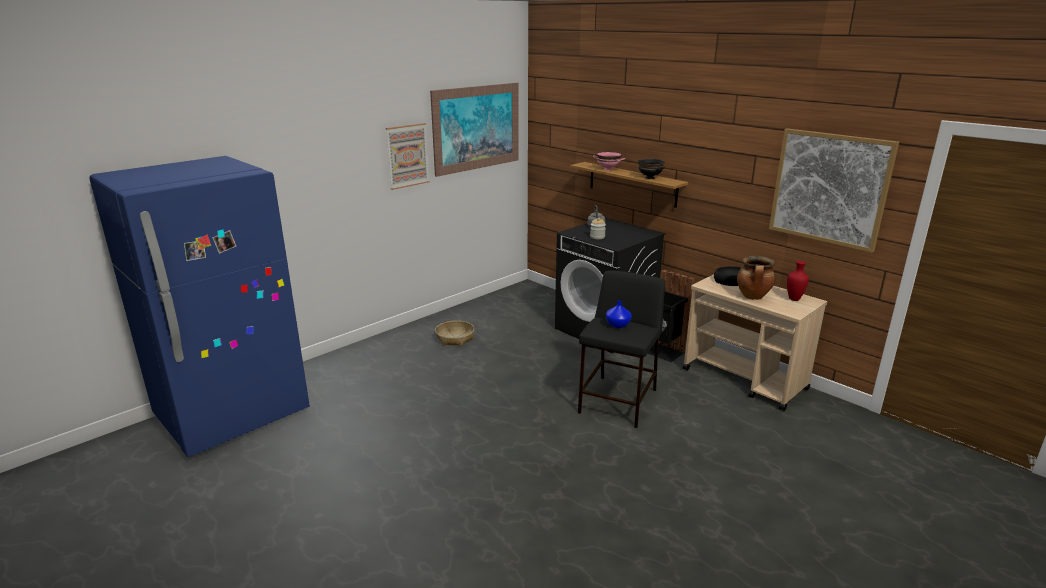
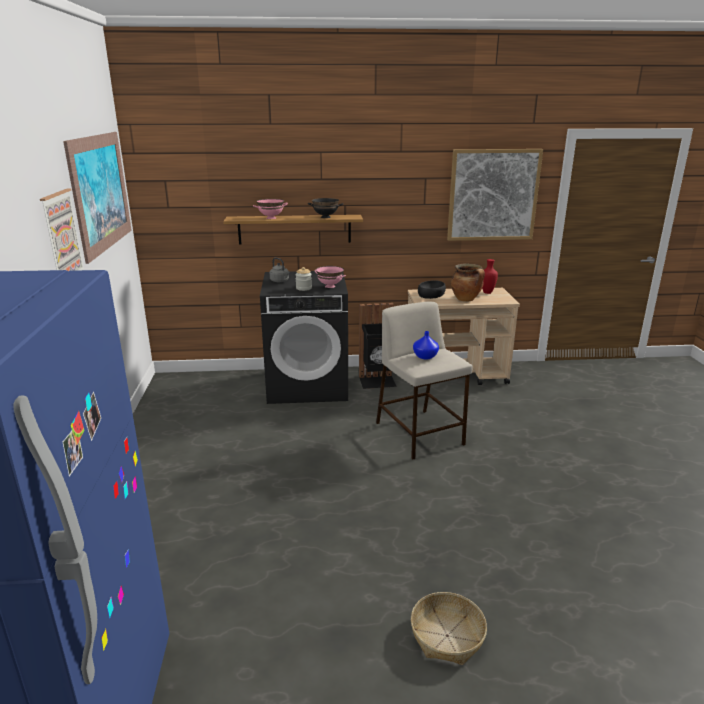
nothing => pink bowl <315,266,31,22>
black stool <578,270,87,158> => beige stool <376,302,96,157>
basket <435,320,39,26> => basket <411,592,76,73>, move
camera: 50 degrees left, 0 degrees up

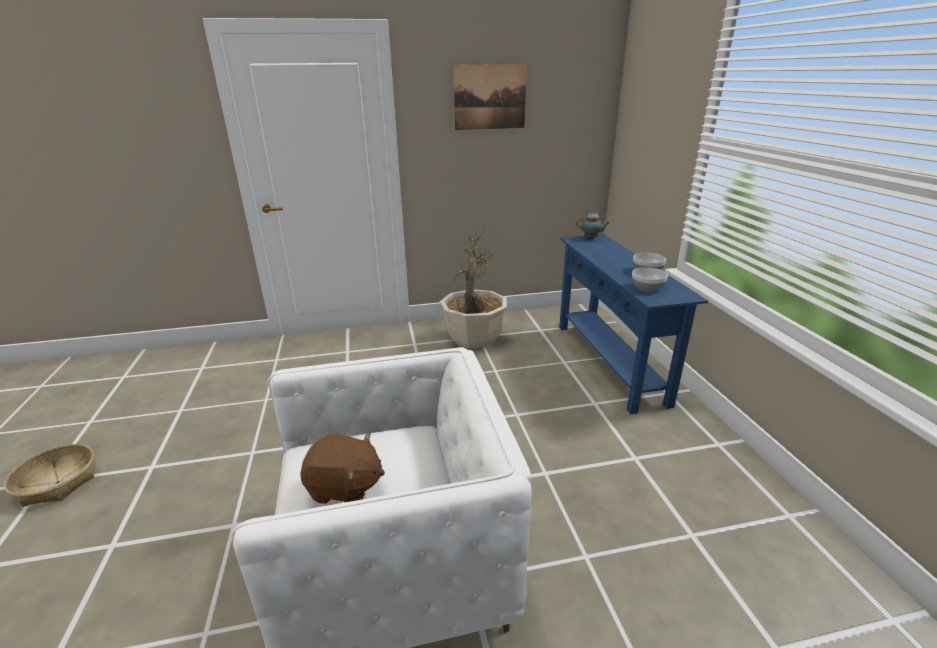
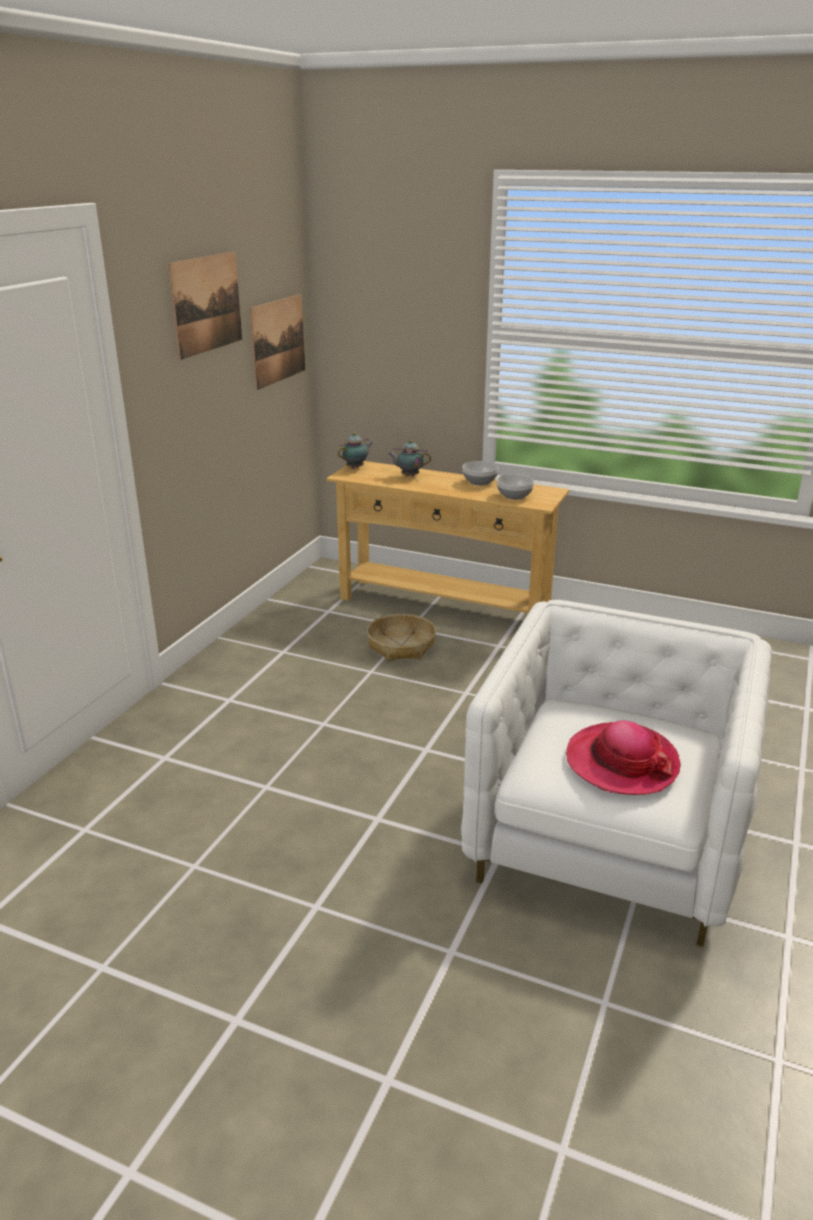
nothing => picture <250,294,55,96>
blue console table <559,234,149,180> => beige console table <326,461,244,152>
basket <4,444,91,63> => basket <367,614,69,47>, move
nothing => teapot <388,440,43,37>
brown plush toy <300,433,85,71> => hat <566,721,115,74>
potted plant <440,228,67,121> => nothing
camera: 55 degrees left, 0 degrees up

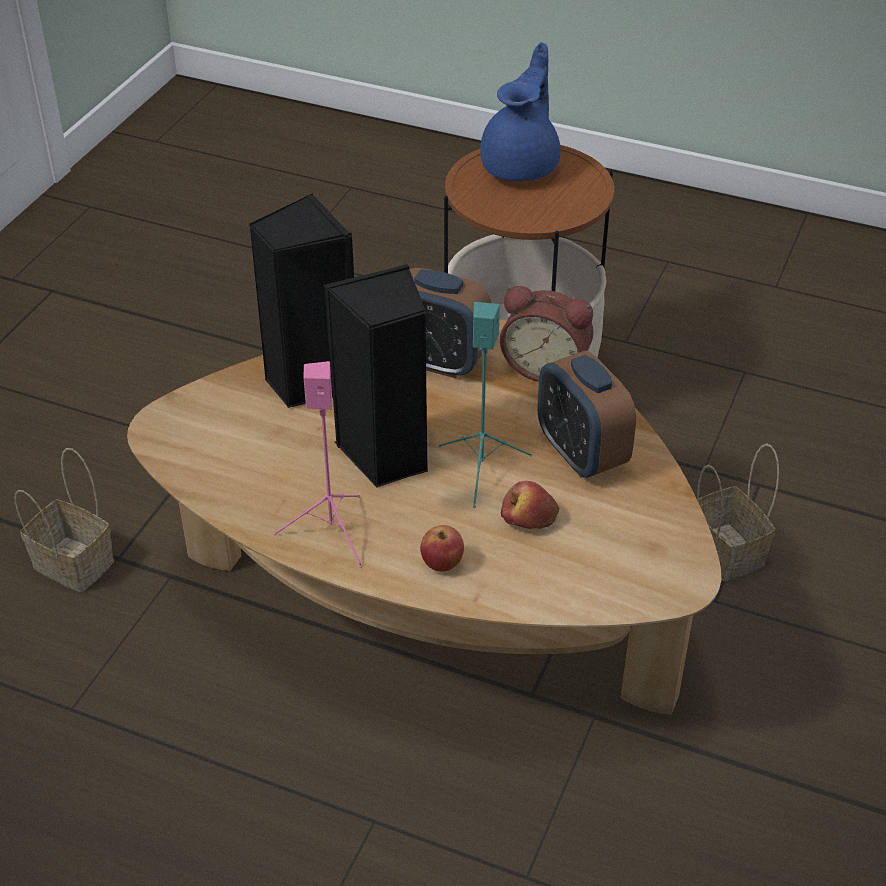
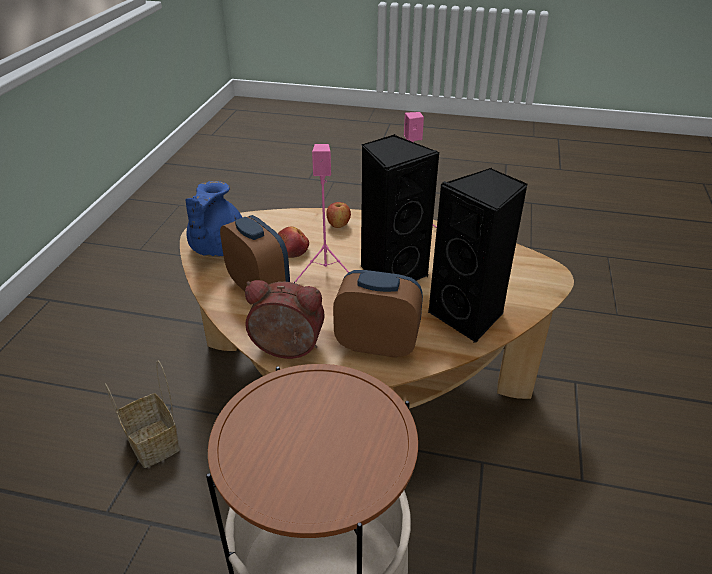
blue teapot <480,42,81,139> => blue teapot <186,181,57,76>, move
turquoise speaker <438,302,94,206> => pink speaker <294,144,55,139>
basket <14,448,100,144> => nothing
camera: 170 degrees right, 5 degrees down

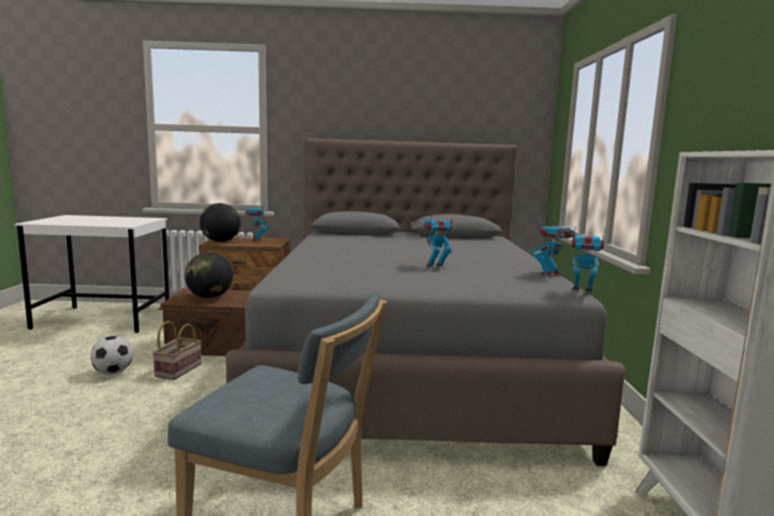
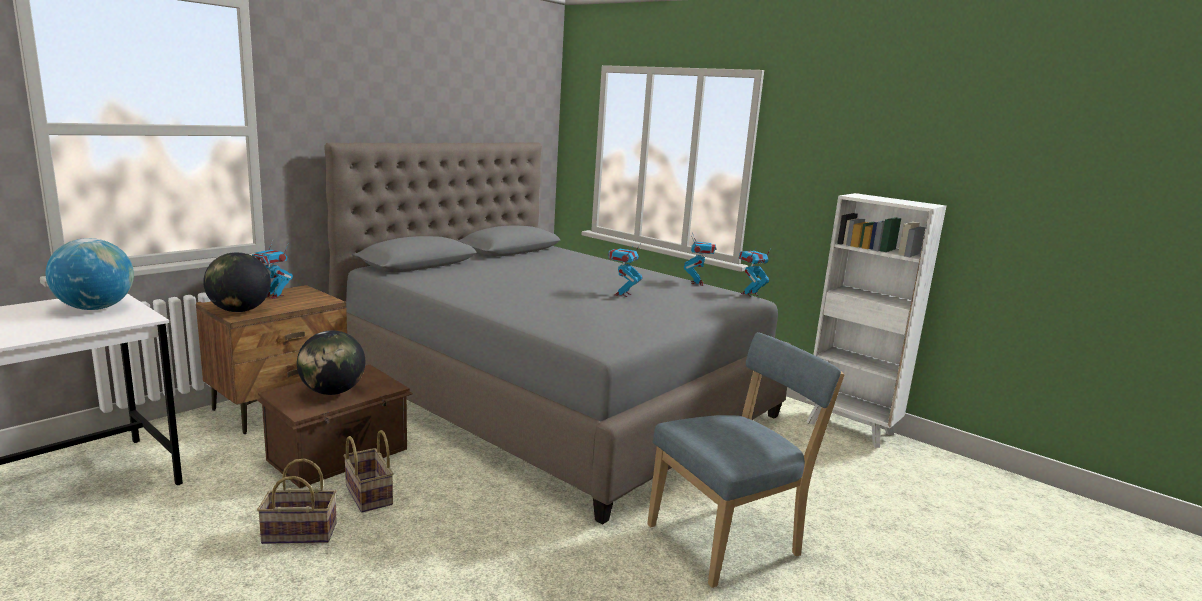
nothing => globe <45,238,89,72>
football <90,336,43,39> => basket <257,458,80,86>
camera: 50 degrees left, 5 degrees up

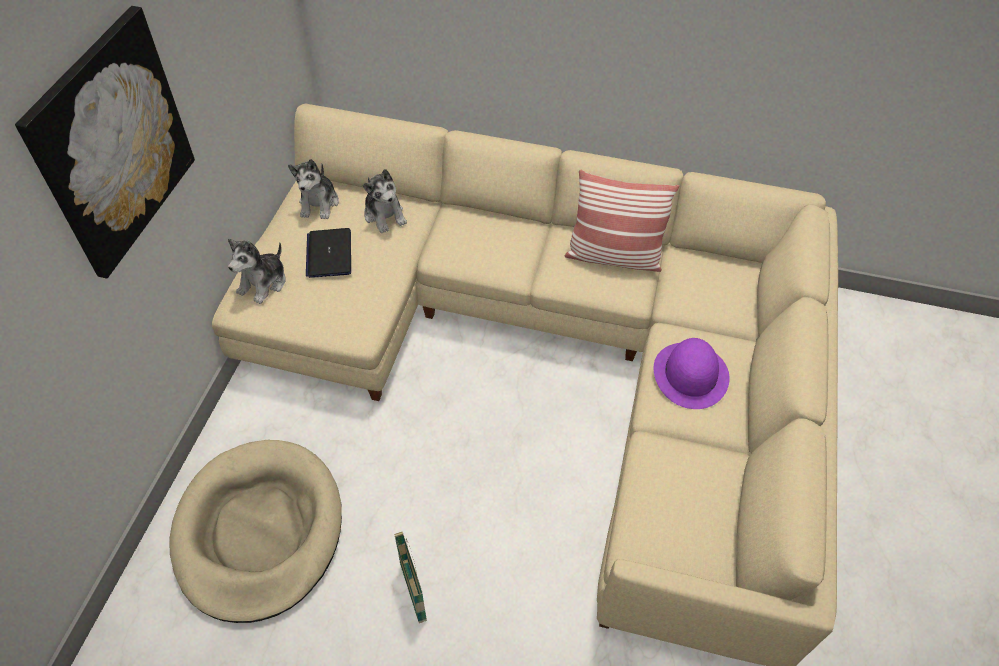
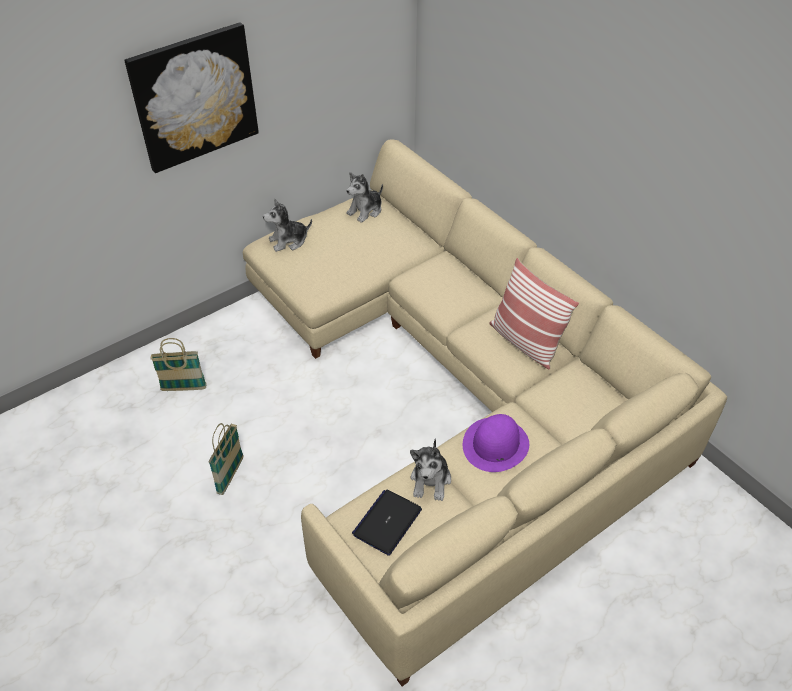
beige dog bed <169,440,173,183> => basket <150,338,57,53>
laptop <306,228,45,50> => laptop <352,490,70,66>, move
plush toy <363,169,44,64> => plush toy <410,438,41,63>, move
camera: 40 degrees right, 5 degrees down

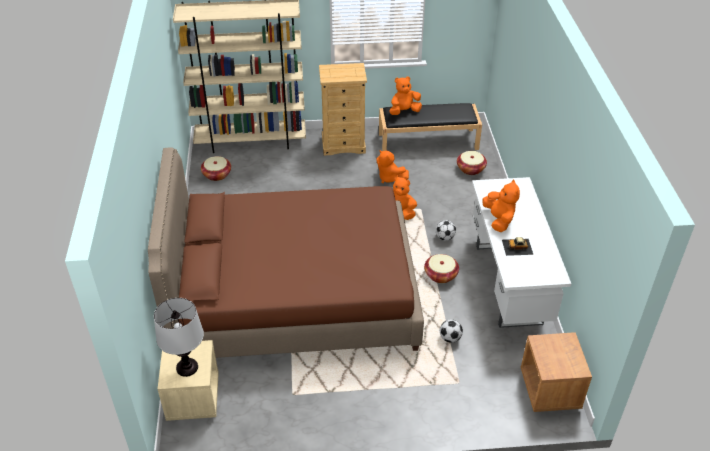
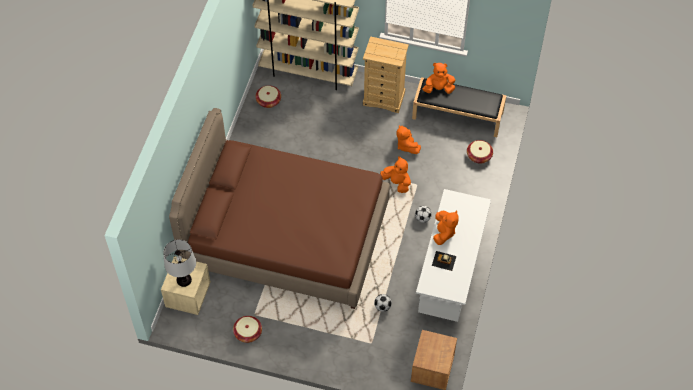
basket <424,254,35,29> => basket <233,316,29,27>, move
camera: 20 degrees right, 15 degrees up

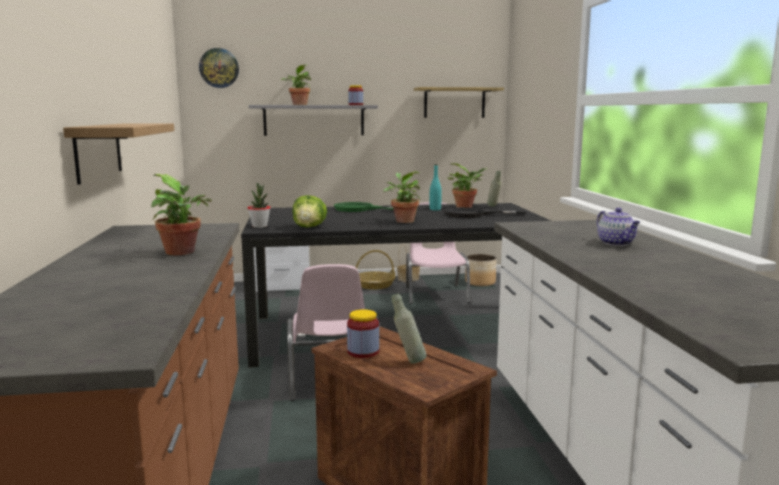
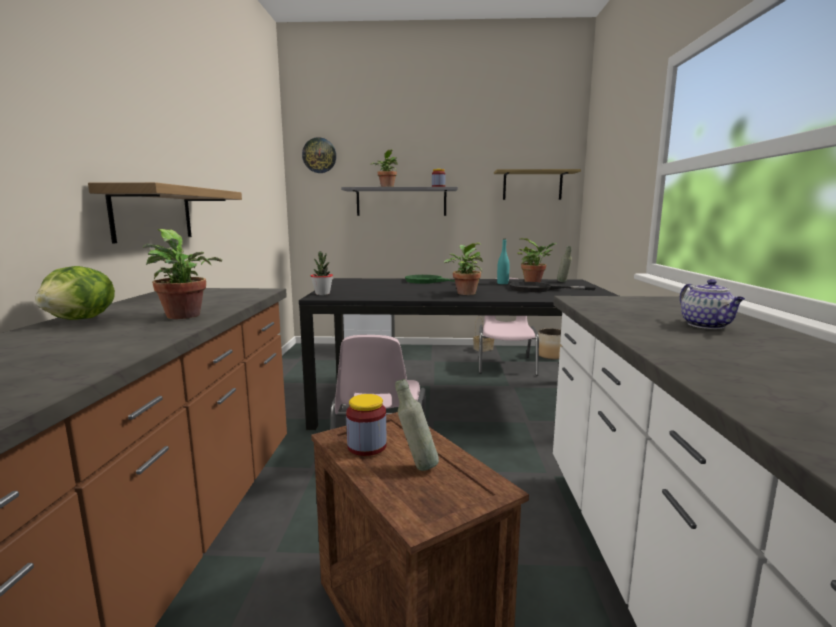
lettuce <292,195,35,32> => lettuce <35,266,80,54>, move
basket <356,250,39,39> => nothing
camera: 10 degrees right, 0 degrees up

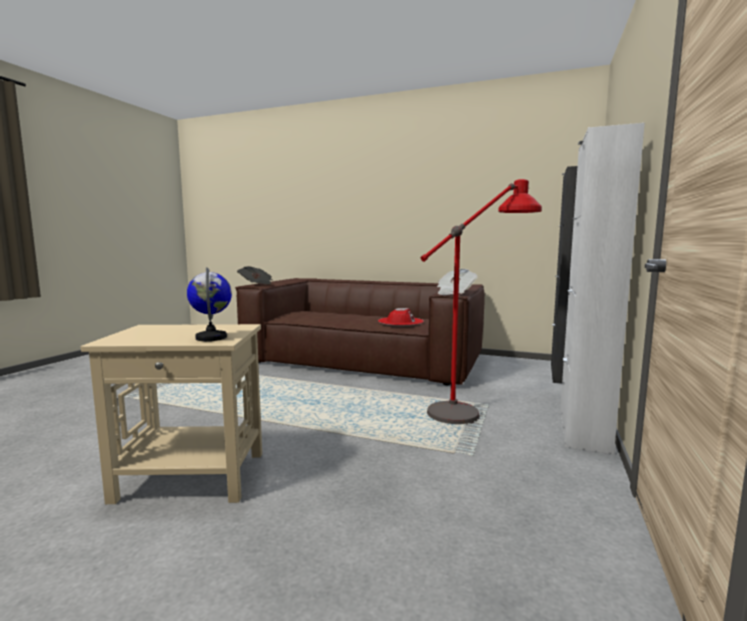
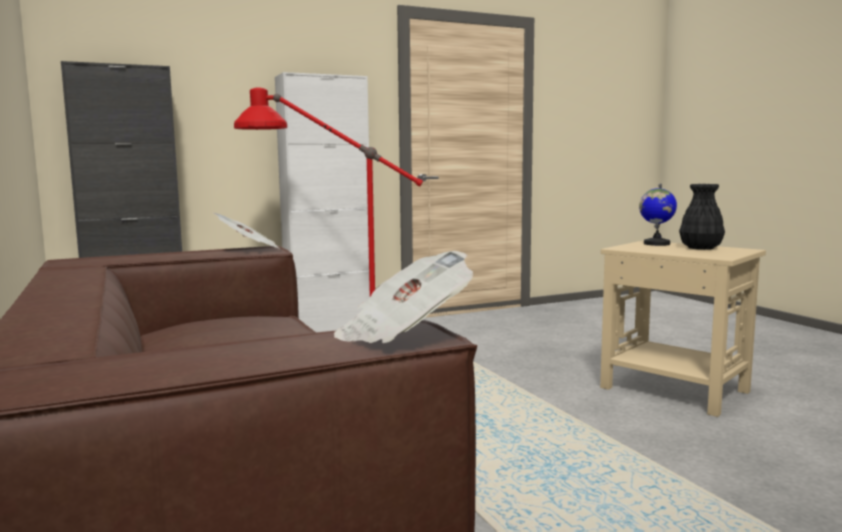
nothing => black vase <679,184,46,66>
red hat <378,308,46,18> => nothing
camera: 135 degrees left, 0 degrees up

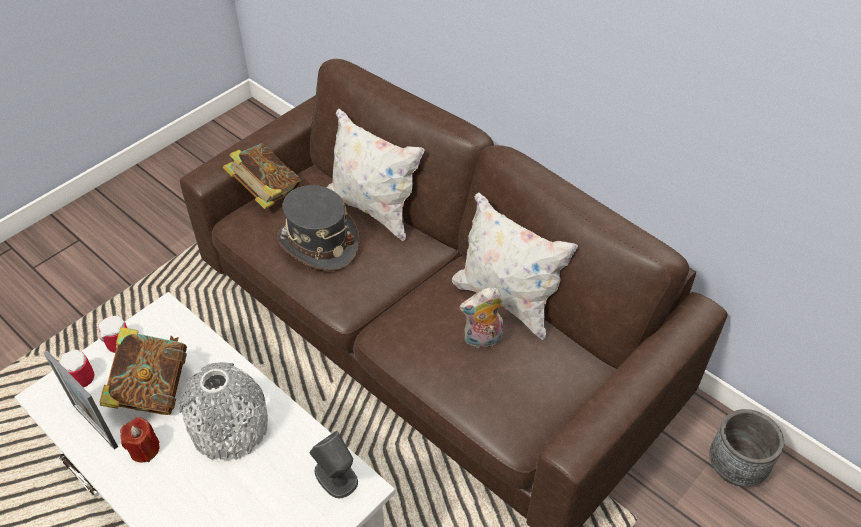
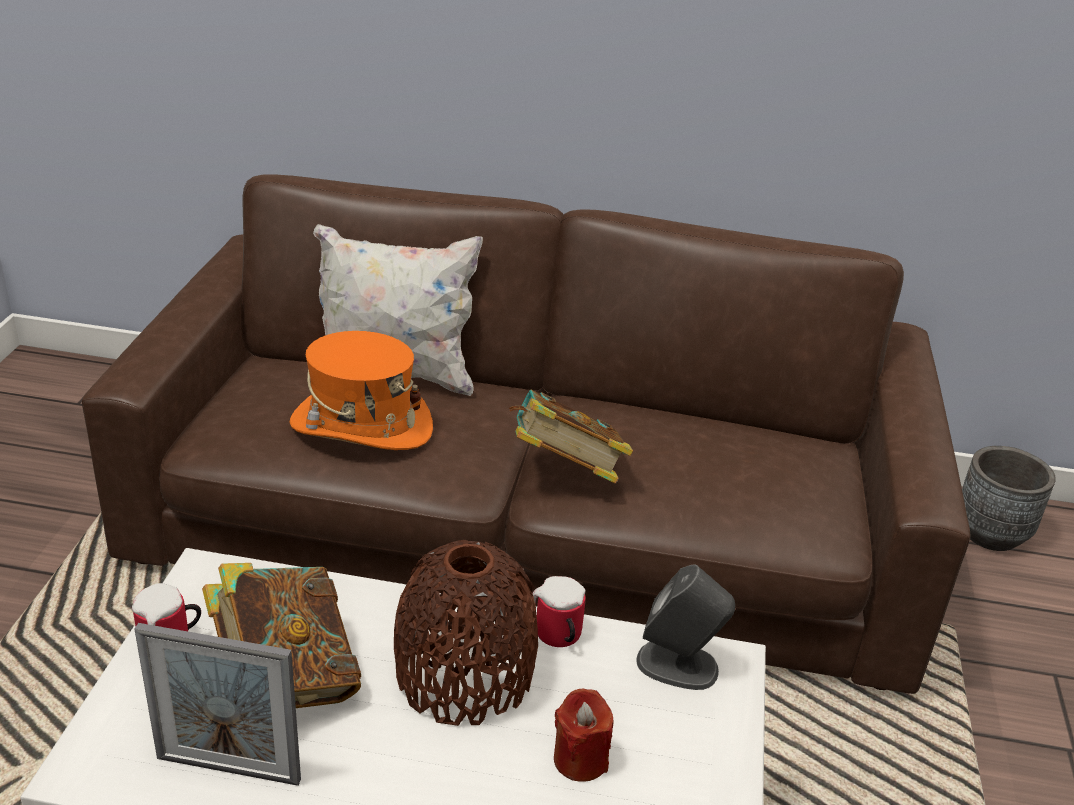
grey hat <277,185,82,86> => orange hat <289,331,144,119>
grey vase <179,362,89,98> => brown vase <394,540,144,186>
book <223,143,78,66> => book <509,390,124,94>, move
mug <60,349,34,38> => mug <532,576,54,71>, move
red candle <120,417,39,46> => red candle <554,688,59,94>, move
white pillow <452,192,126,148> => nothing
plush toy <459,287,44,61> => nothing
camera: 35 degrees left, 15 degrees down

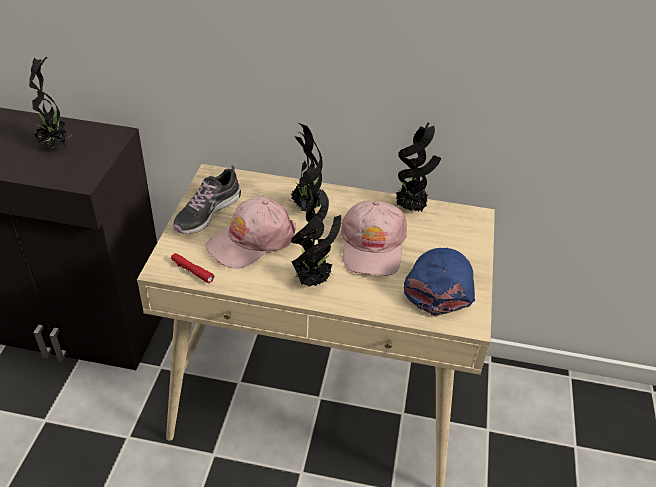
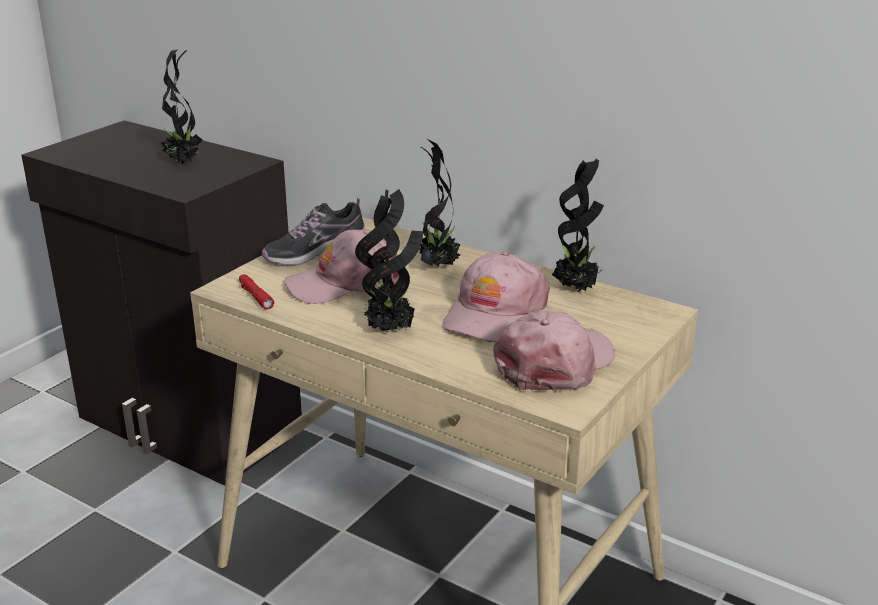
blue cap <404,248,71,69> => pink cap <493,310,122,81>
camera: 25 degrees right, 15 degrees down

